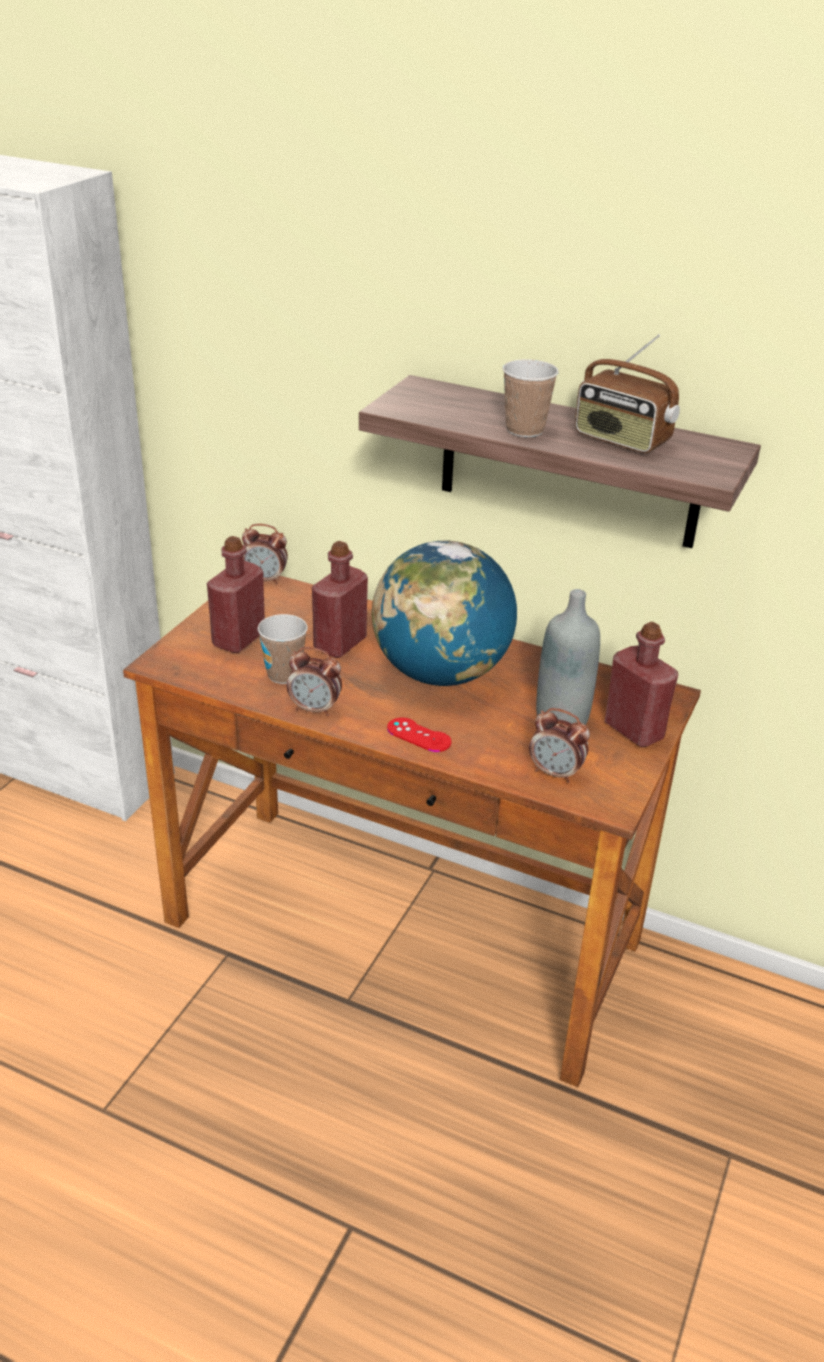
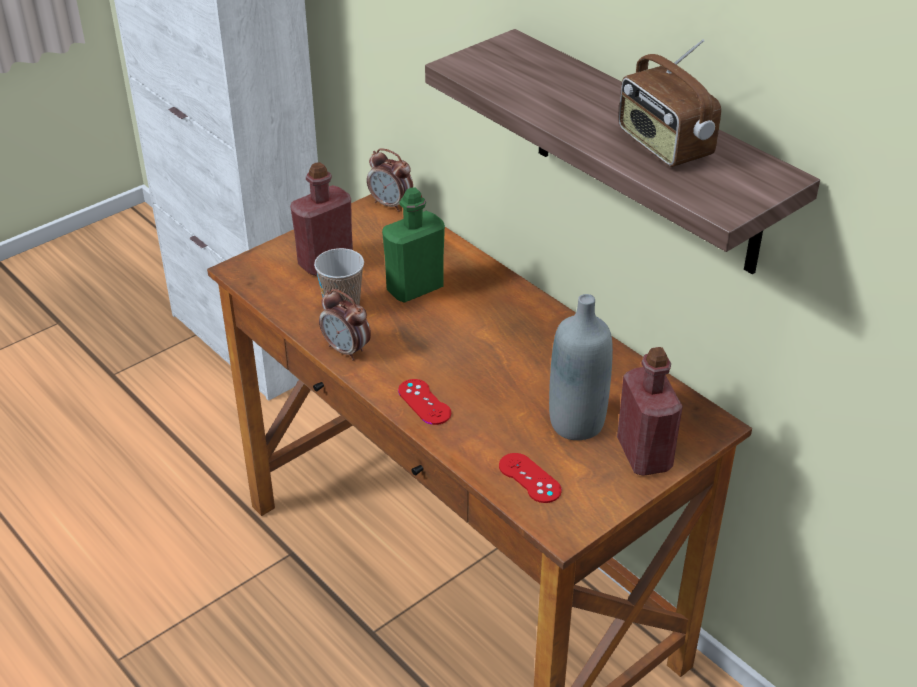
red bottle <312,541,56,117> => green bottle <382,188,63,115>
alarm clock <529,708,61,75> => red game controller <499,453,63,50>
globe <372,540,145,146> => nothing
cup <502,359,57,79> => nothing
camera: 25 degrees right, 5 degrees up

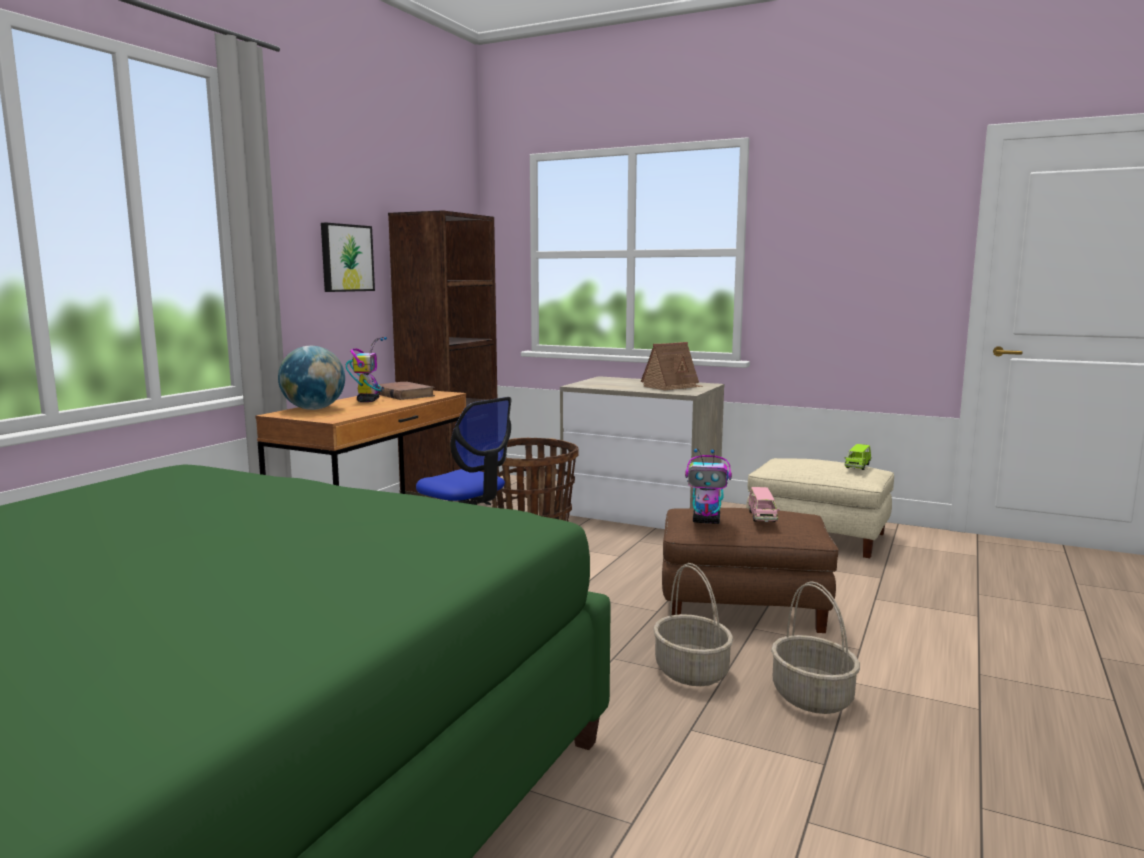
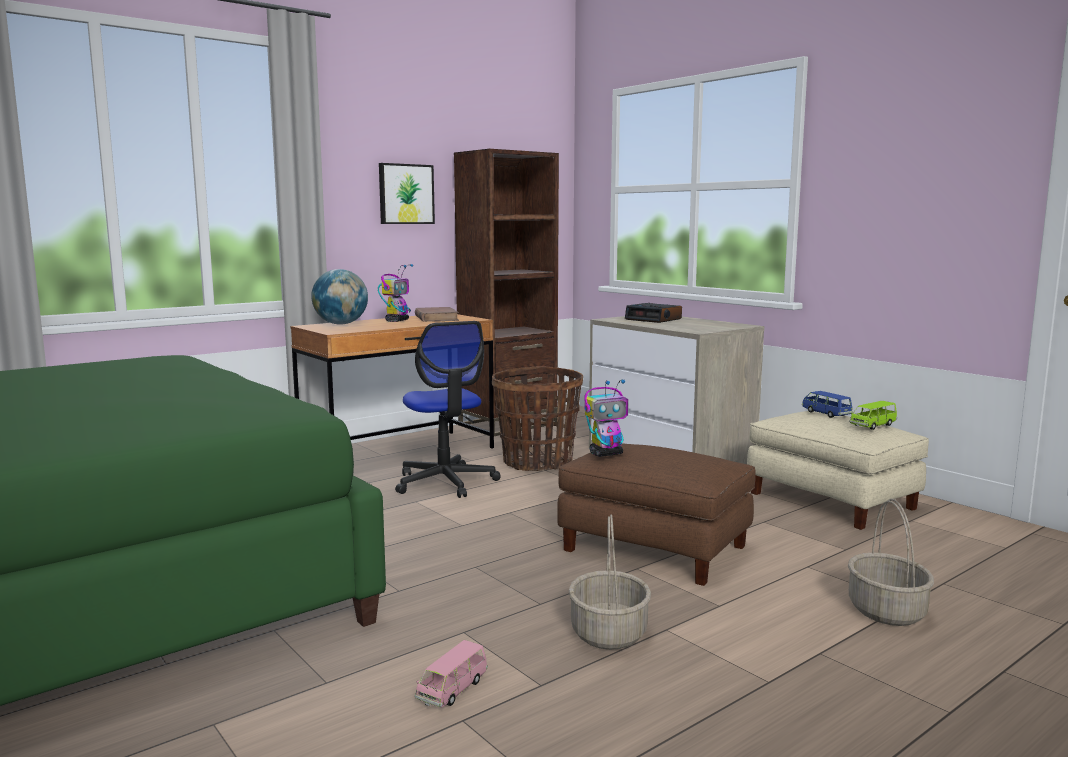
pink toy car <748,487,31,35> => pink toy car <415,640,73,67>, move
toy robot <685,449,47,75> => toy robot <584,380,44,77>, 60 degrees counterclockwise
nothing => alarm clock <625,303,57,20>
nothing => blue toy car <802,391,51,27>
basket <653,563,80,123> => basket <848,498,86,128>, move
toy house <641,342,62,49> => nothing
camera: 25 degrees right, 0 degrees up

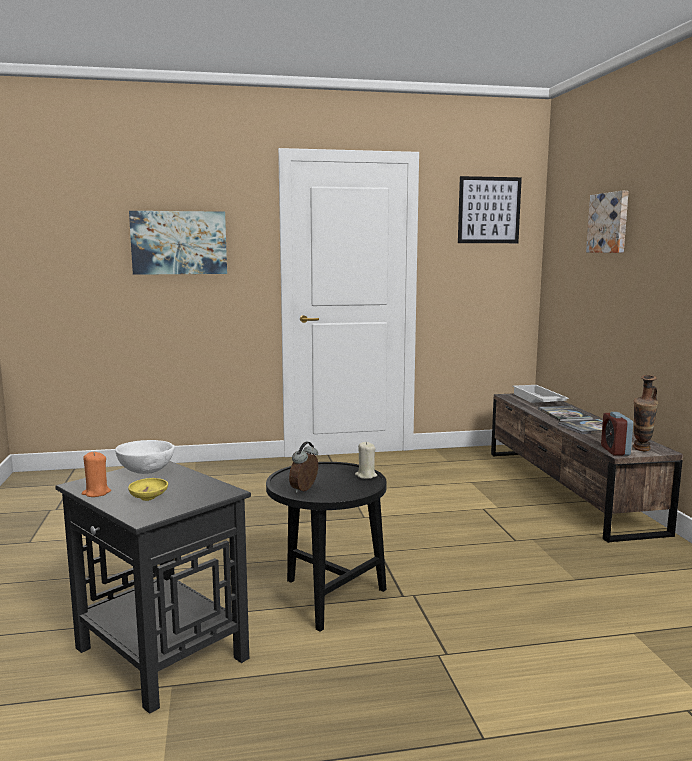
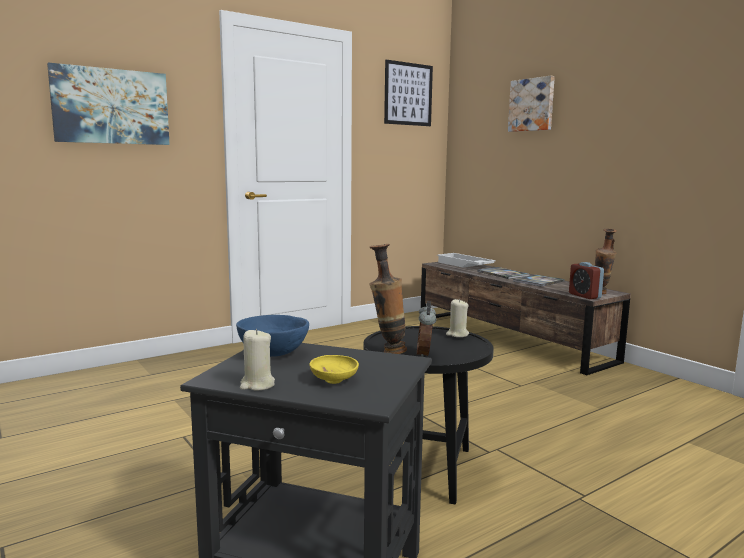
white bowl <115,440,60,34> => blue bowl <236,315,73,41>
orange candle <82,452,29,45> => beige candle <240,329,35,62>
nothing => vase <369,244,38,110>
camera: 25 degrees left, 0 degrees up

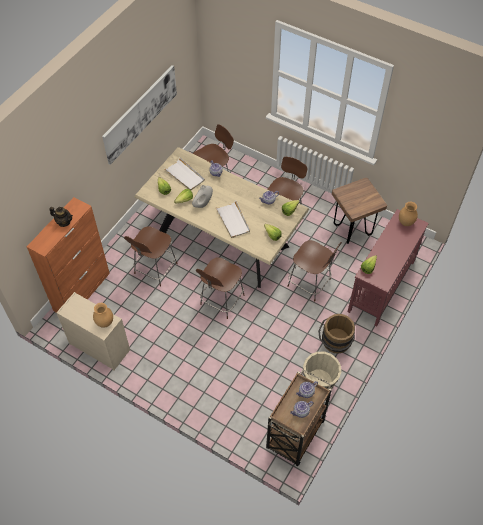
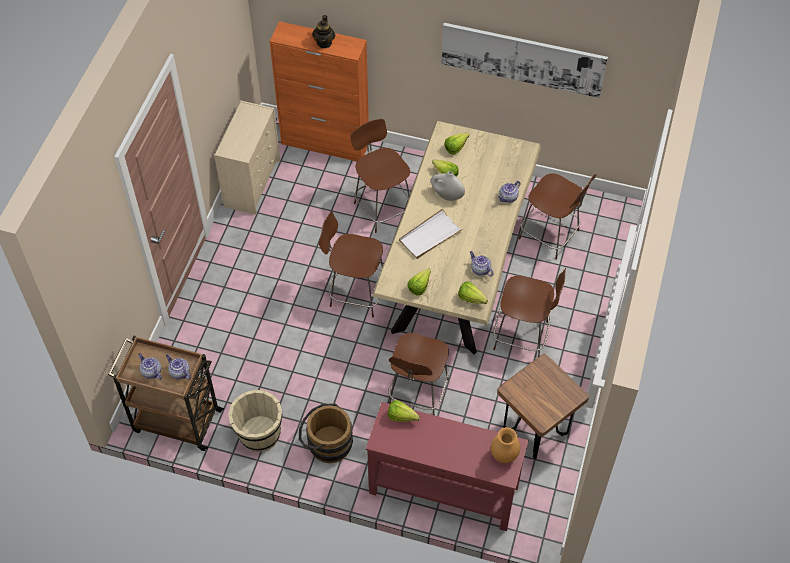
brown chair <124,226,54,61> => brown chair <351,119,59,114>, 45 degrees clockwise
brown vase <93,303,20,25> => nothing
white tray <165,158,40,32> => nothing
camera: 75 degrees right, 0 degrees up

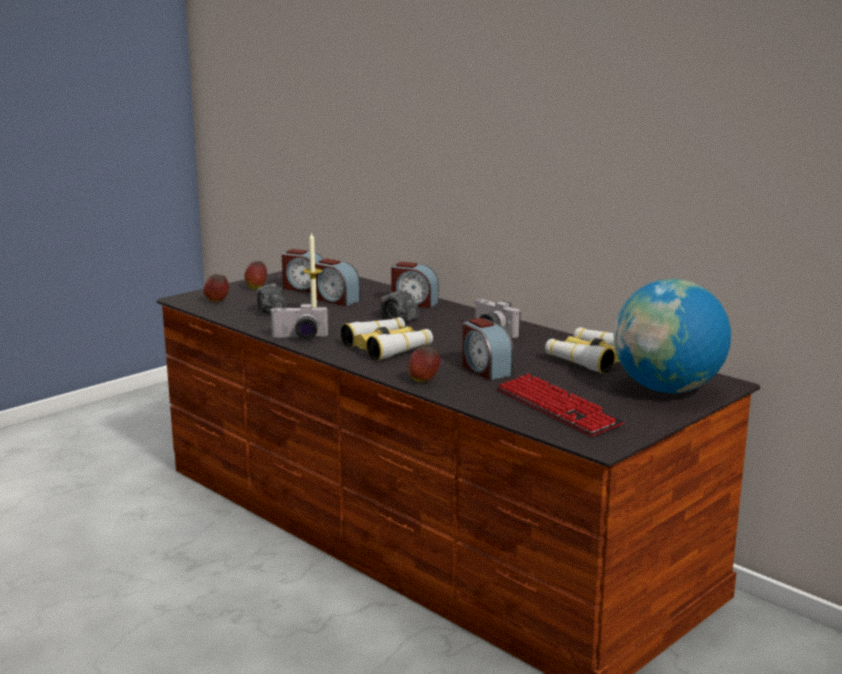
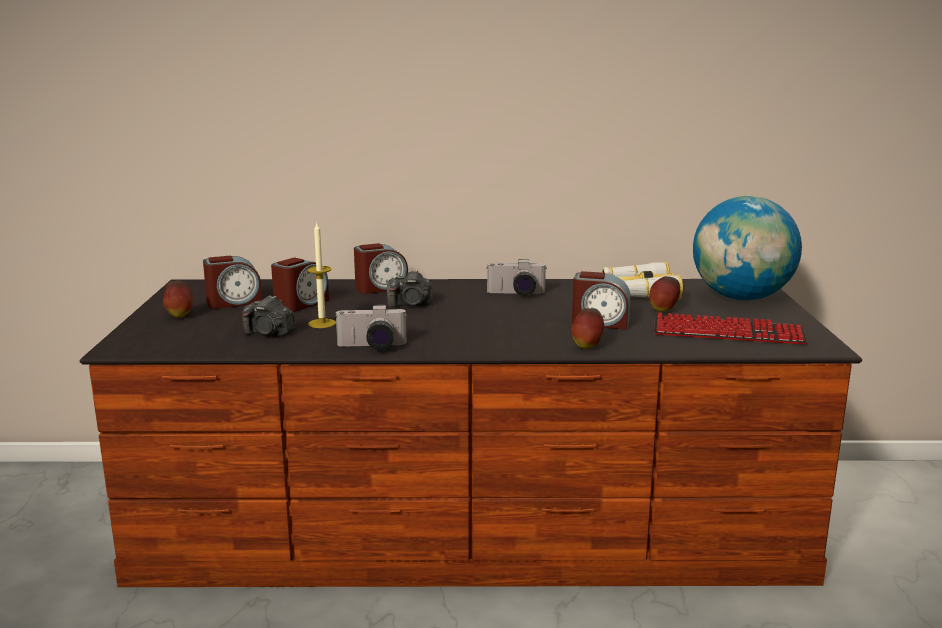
alarm clock <315,258,46,48> => alarm clock <271,257,58,55>, 45 degrees counterclockwise
photo camera <270,304,59,36> => photo camera <335,305,72,45>, 45 degrees clockwise
apple <204,274,25,28> => apple <649,276,31,36>, move
binoculars <341,317,92,44> => nothing
camera: 45 degrees left, 0 degrees up

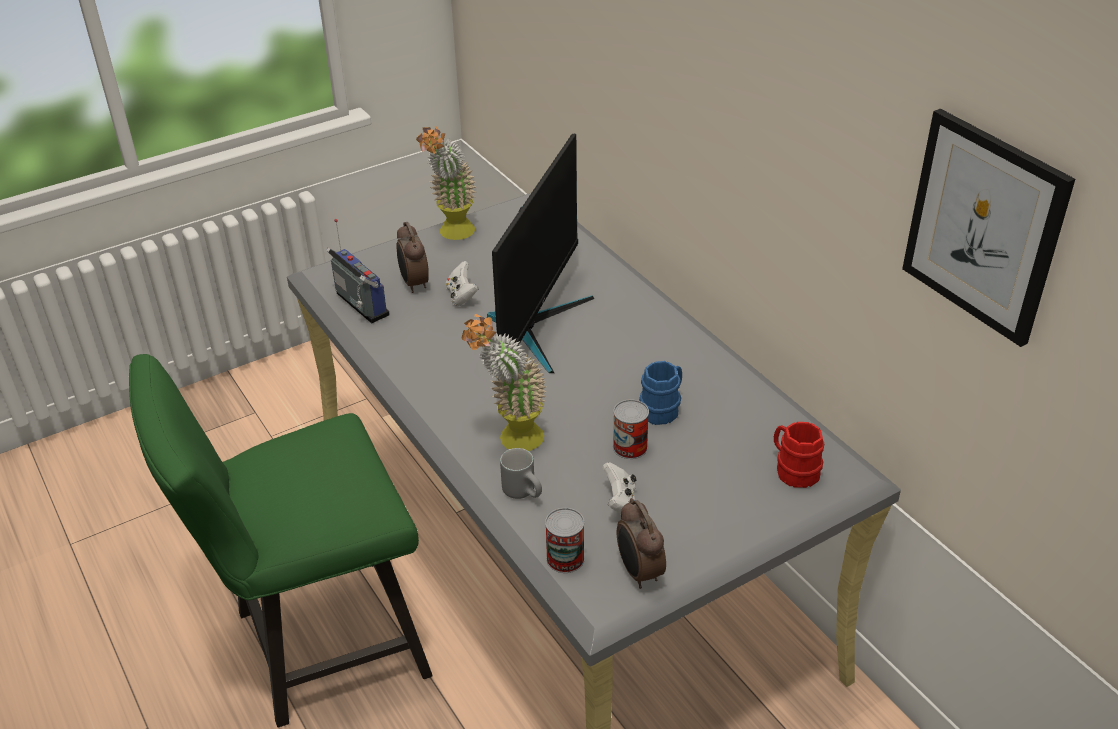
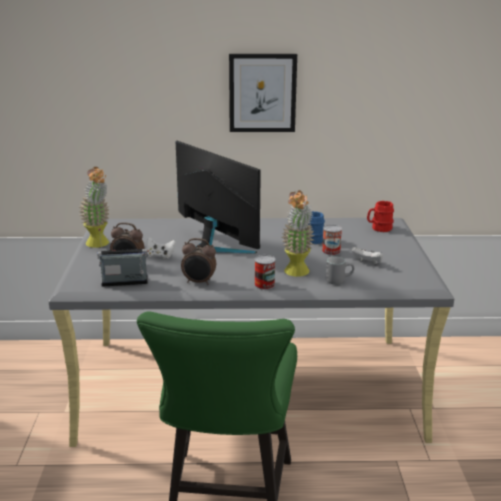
alarm clock <617,498,49,91> => alarm clock <181,238,35,47>, move
picture <902,109,173,238> => picture <229,54,68,78>, move
can <545,508,40,65> => can <254,255,22,35>, move
camera: 60 degrees left, 15 degrees down

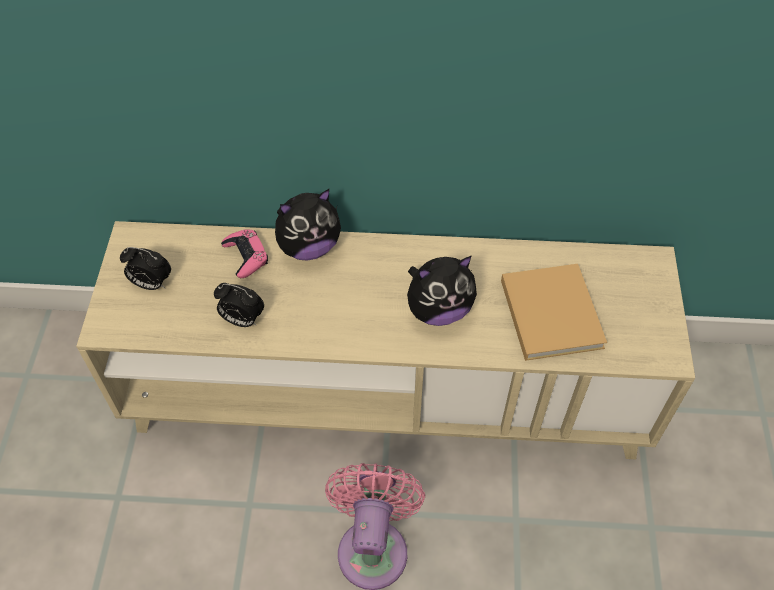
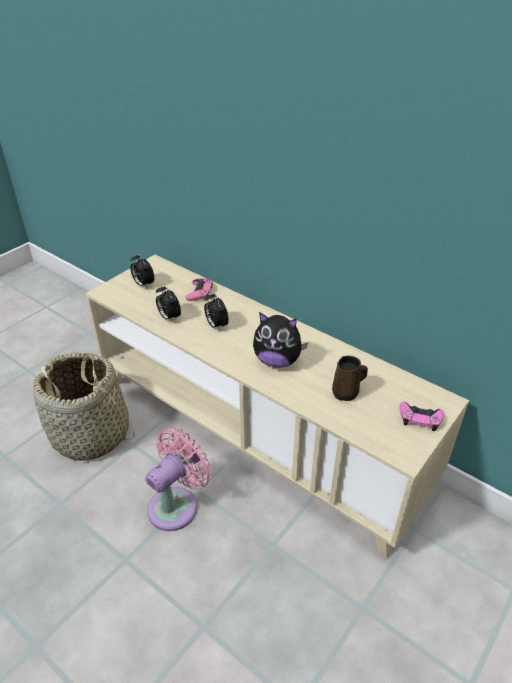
nothing => basket <33,353,101,108>
nothing => alarm clock <204,292,25,39>
beige book <501,264,106,97> => brown mug <332,356,36,45>
nothing => pink game controller <399,402,45,29>
plush toy <275,189,66,72> => nothing
camera: 35 degrees right, 15 degrees down

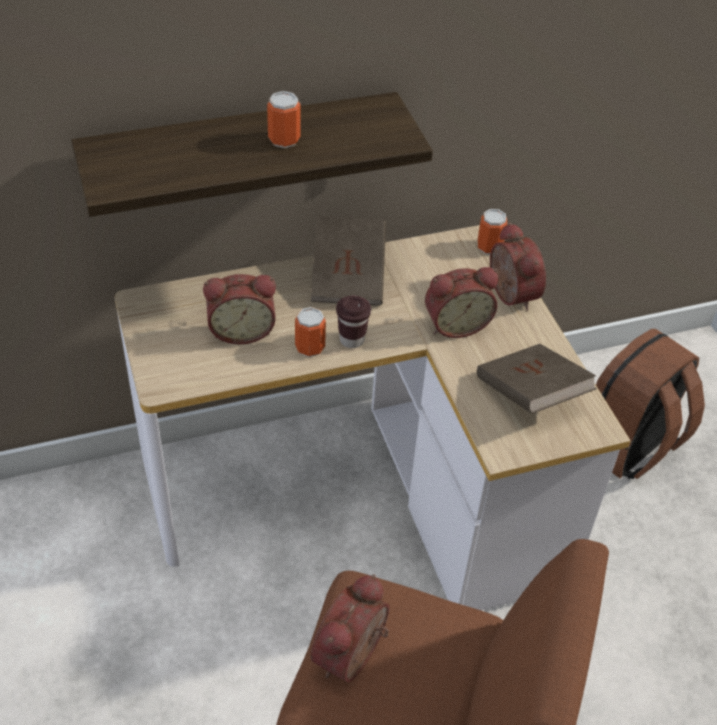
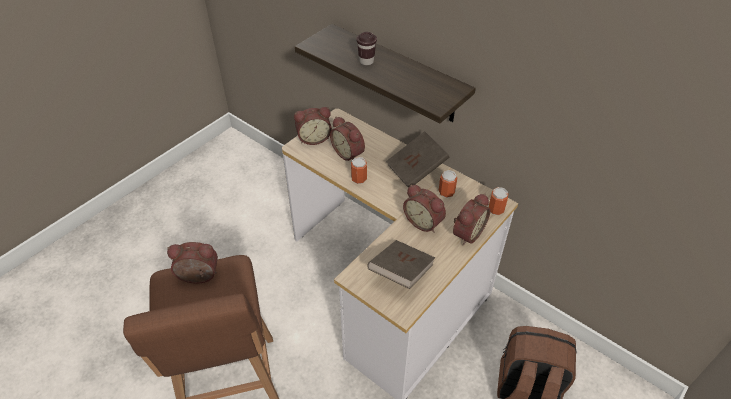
nothing => alarm clock <294,107,38,38>
brown cup <336,295,35,53> => brown cup <357,32,20,33>, move
can <267,91,33,57> => can <438,170,19,28>, move
camera: 60 degrees right, 0 degrees up

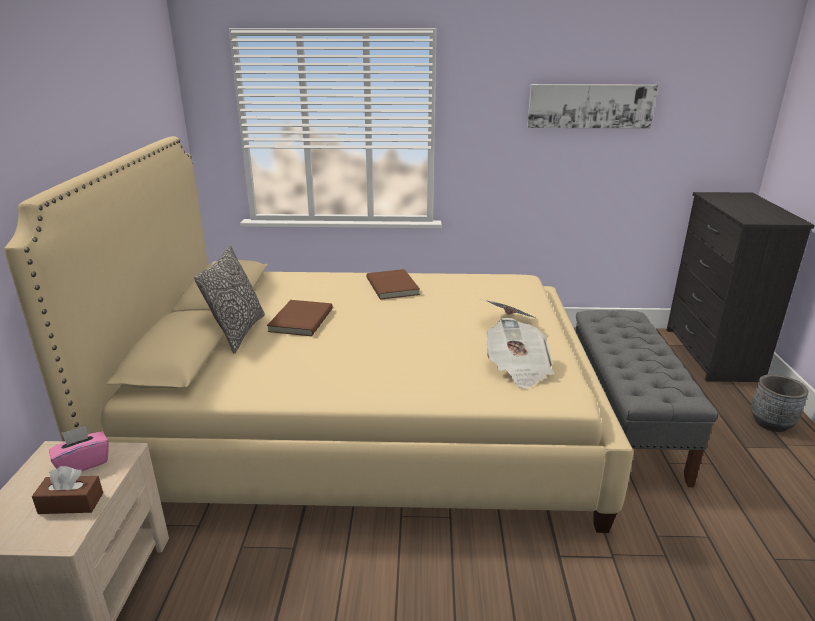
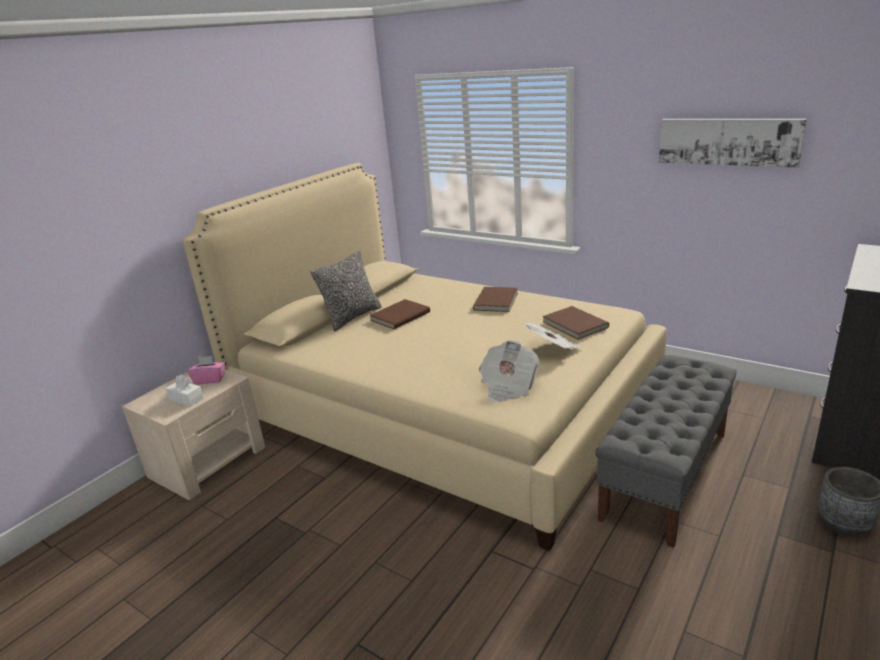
brown tissue box <32,466,71,48> => white tissue box <166,375,38,32>
nothing => brown book <543,306,66,34>
camera: 35 degrees right, 0 degrees up

